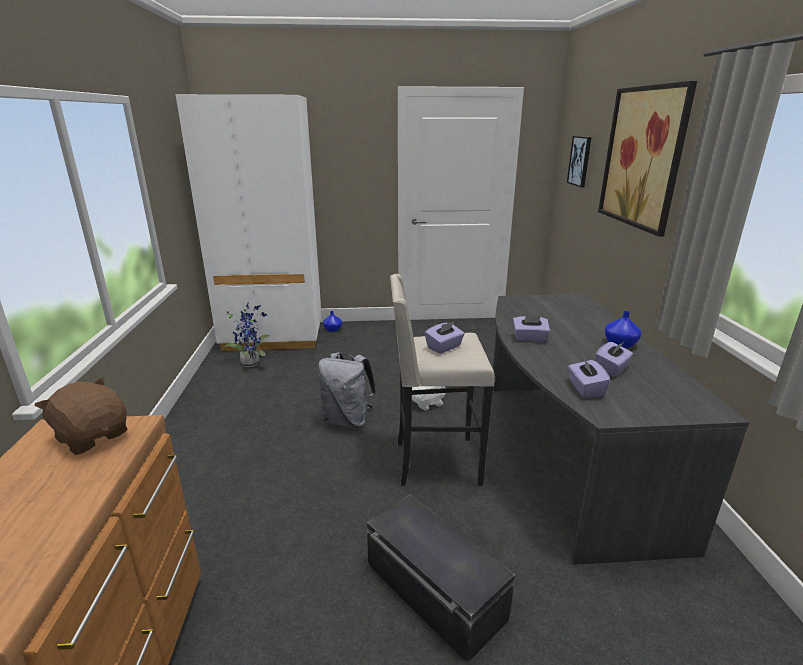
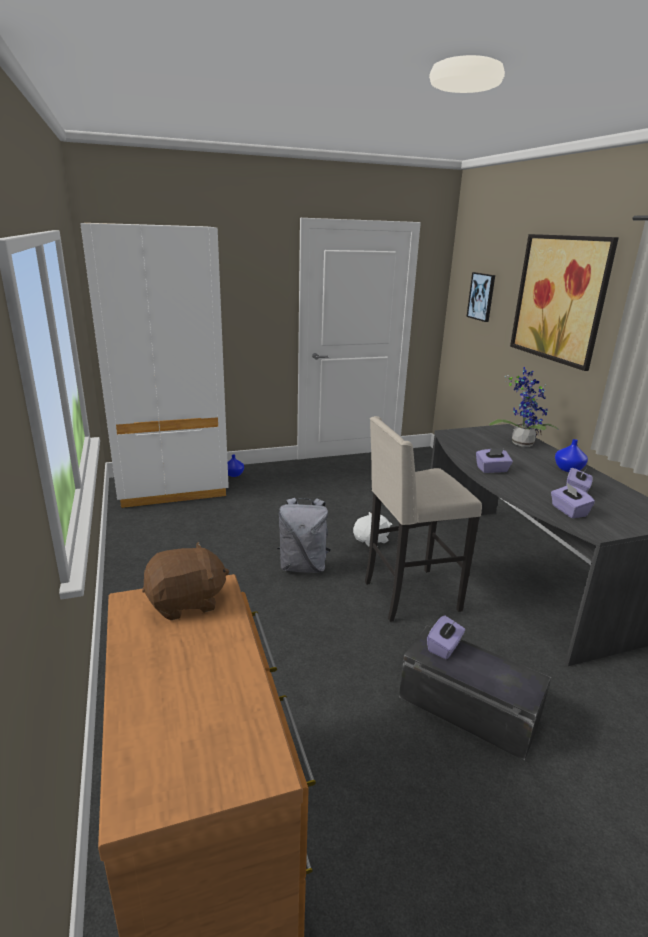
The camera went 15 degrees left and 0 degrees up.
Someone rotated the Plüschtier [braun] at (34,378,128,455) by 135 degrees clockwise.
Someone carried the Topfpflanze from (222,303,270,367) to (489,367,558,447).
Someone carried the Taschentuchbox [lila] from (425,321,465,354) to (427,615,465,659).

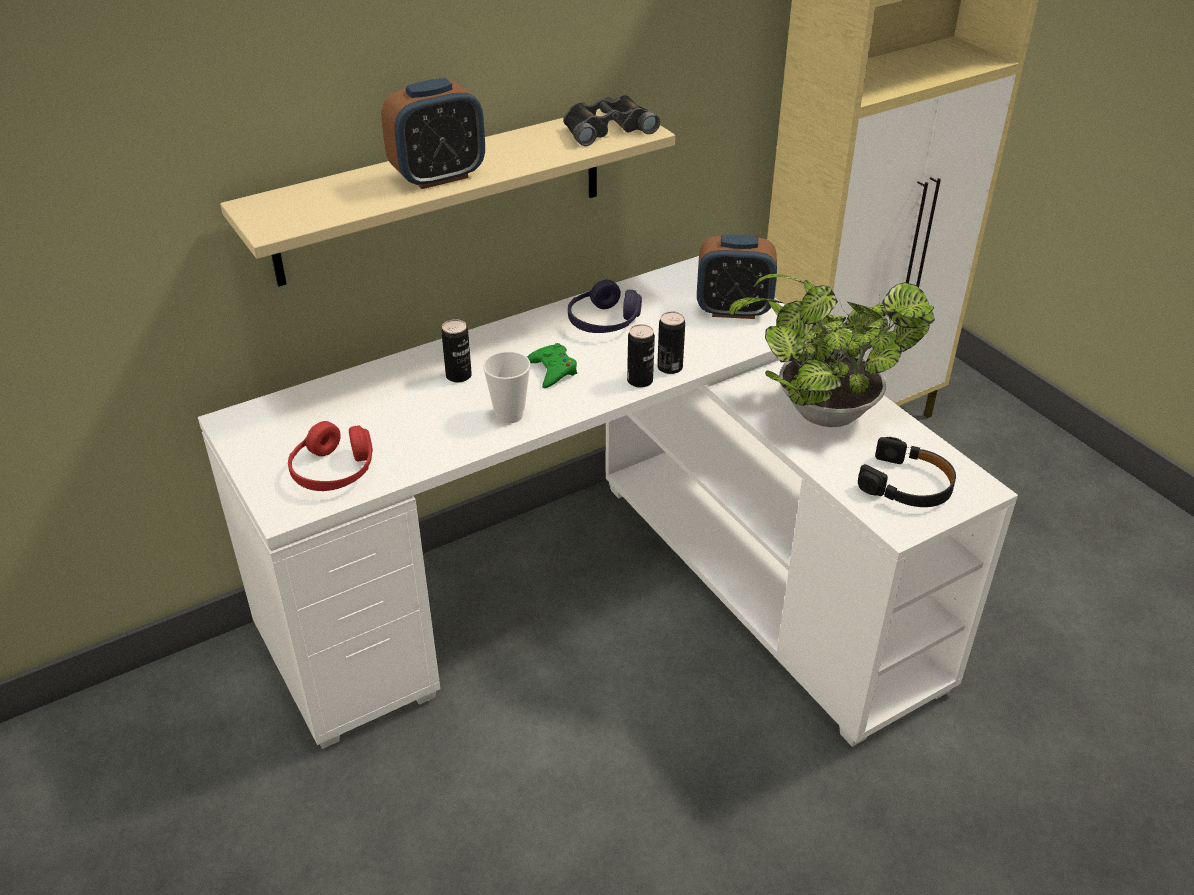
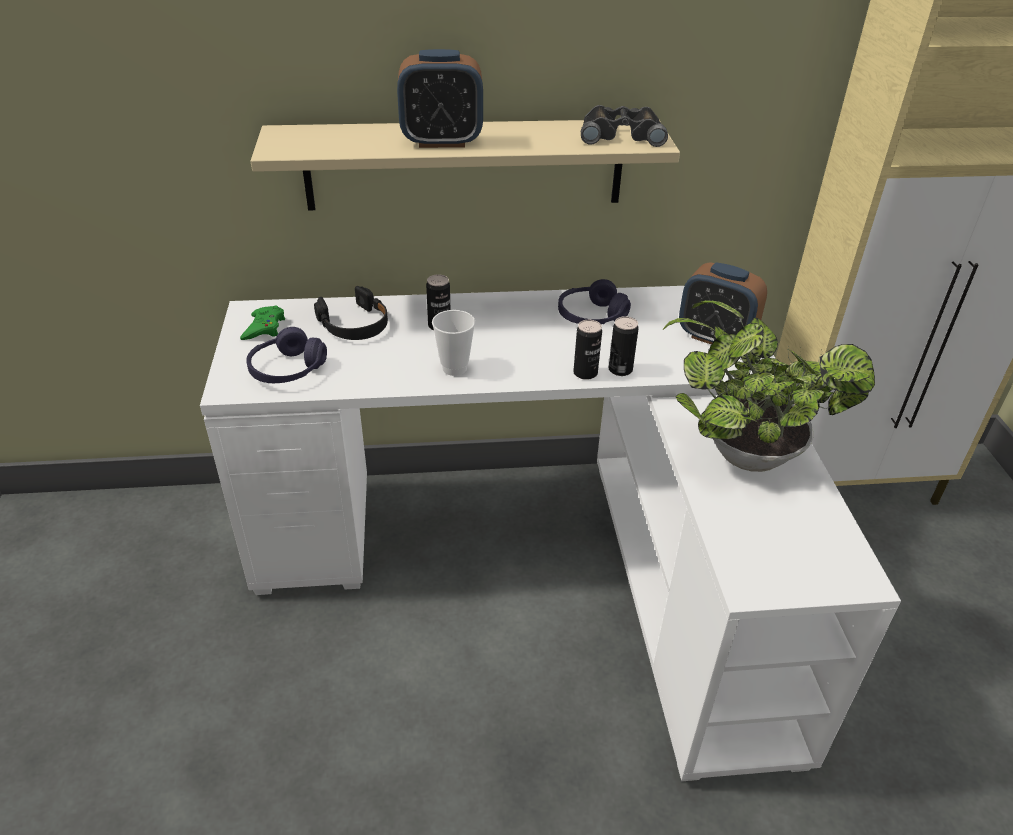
The camera went 25 degrees right and 0 degrees up.
Someone repainted the Kopfhörer [rot] at (288,421,373,491), which became the Kopfhörer [lila] at (246,327,327,383).
Someone carried the Gamepad [grün] from (527,343,577,388) to (240,306,285,340).
Someone carried the Kopfhörer [schwarz] from (858,437,956,507) to (314,286,388,340).

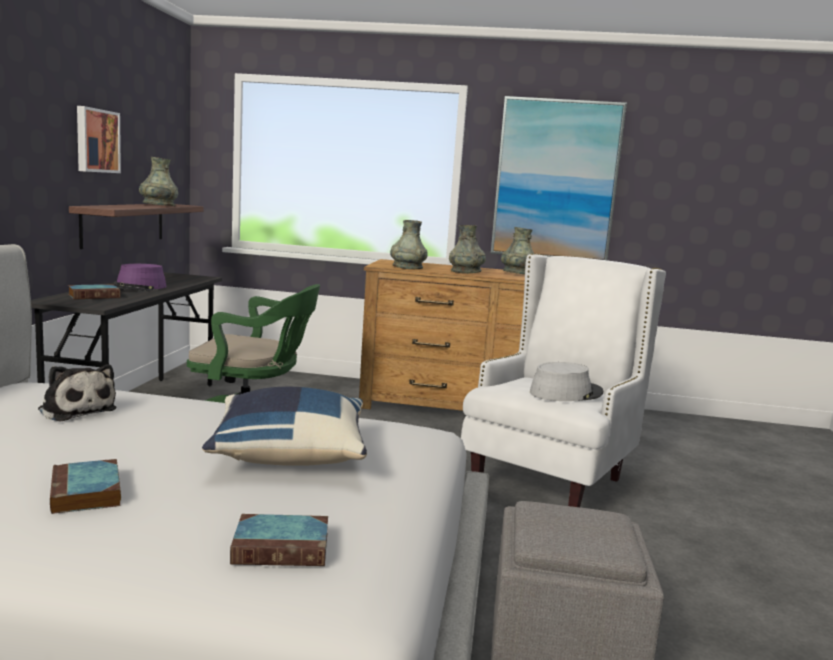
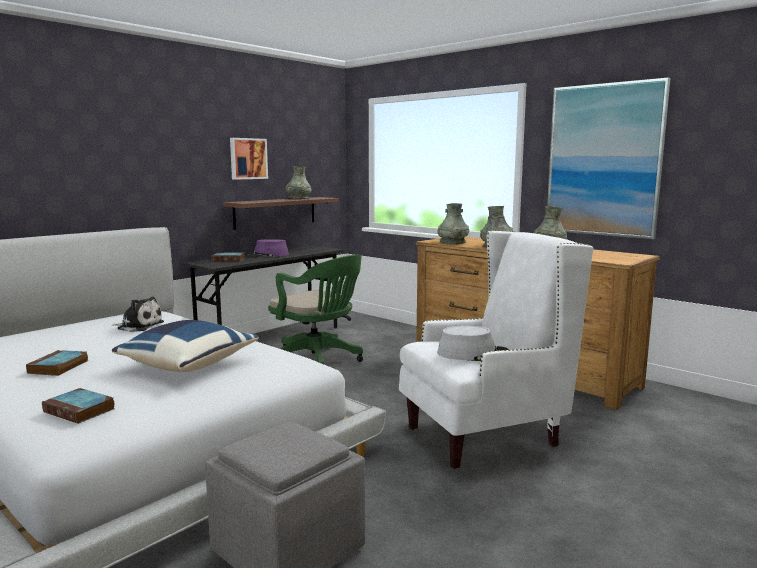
The camera went 35 degrees right and 0 degrees up.
Someone rotated the Plüschtier at (38,364,117,421) by 60 degrees counterclockwise.

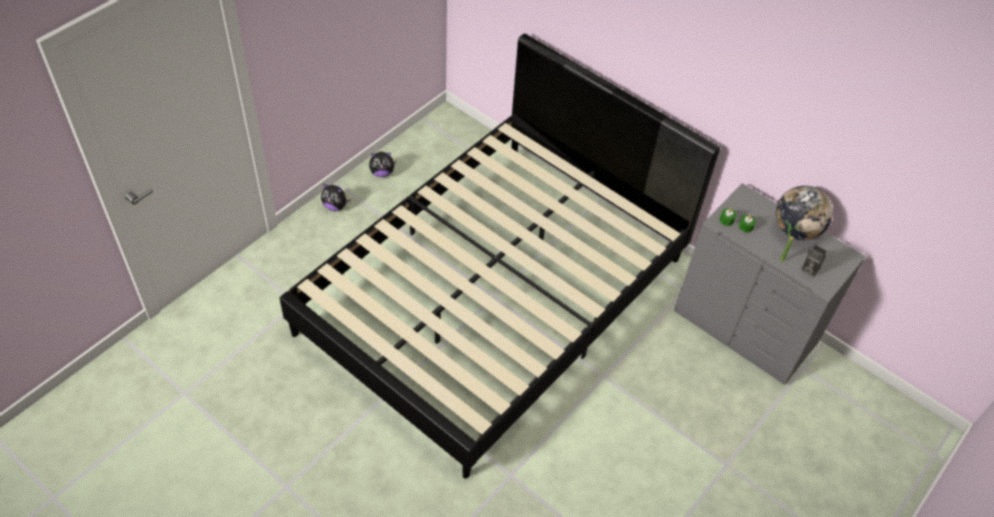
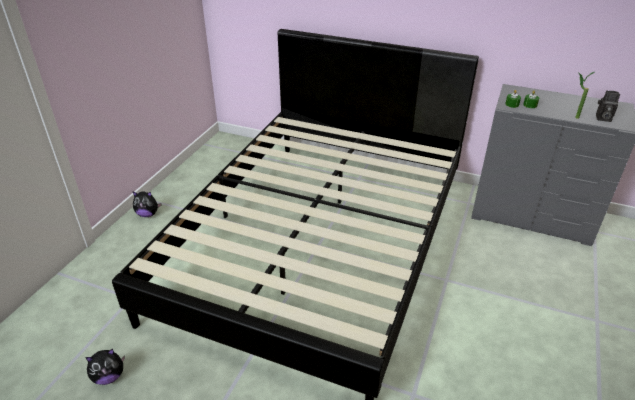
The camera went 15 degrees left and 15 degrees down.
Someone carried the Plüschtier from (369,152,396,177) to (85,349,125,385).
Someone took away the Globus at (776,186,833,240).

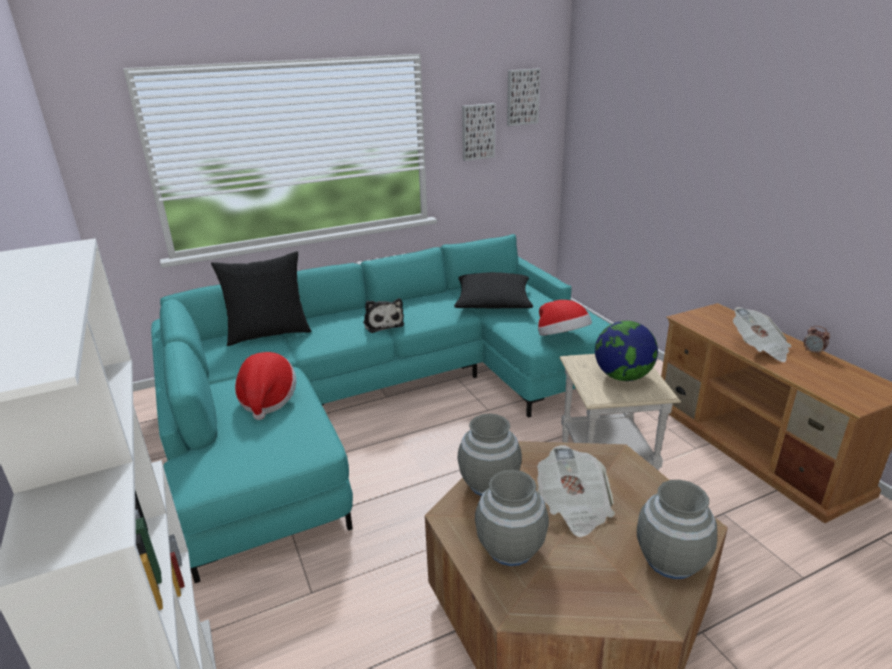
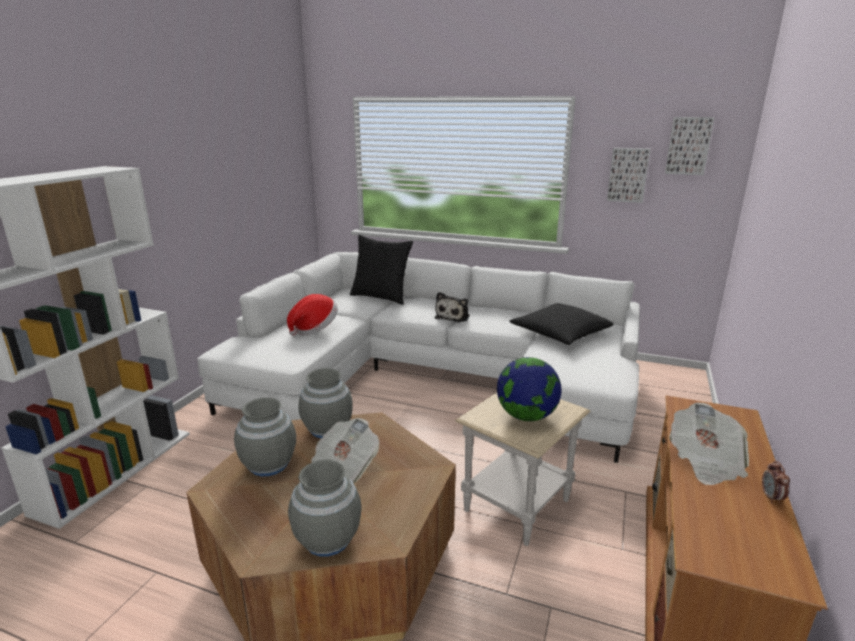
The camera went 45 degrees right and 5 degrees down.
Someone repainted the Sofa [türkis] at (151,234,611,583), which became the Sofa [weiß] at (198,252,640,463).
Someone took away the Hut at (538,300,592,335).

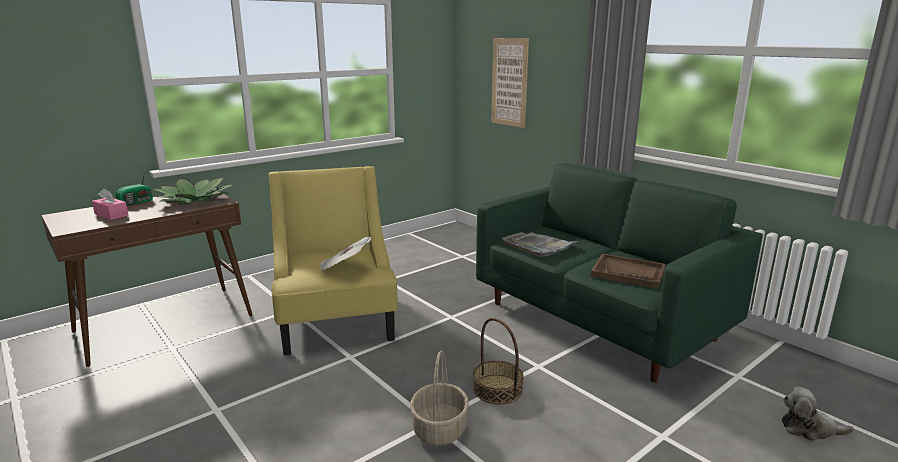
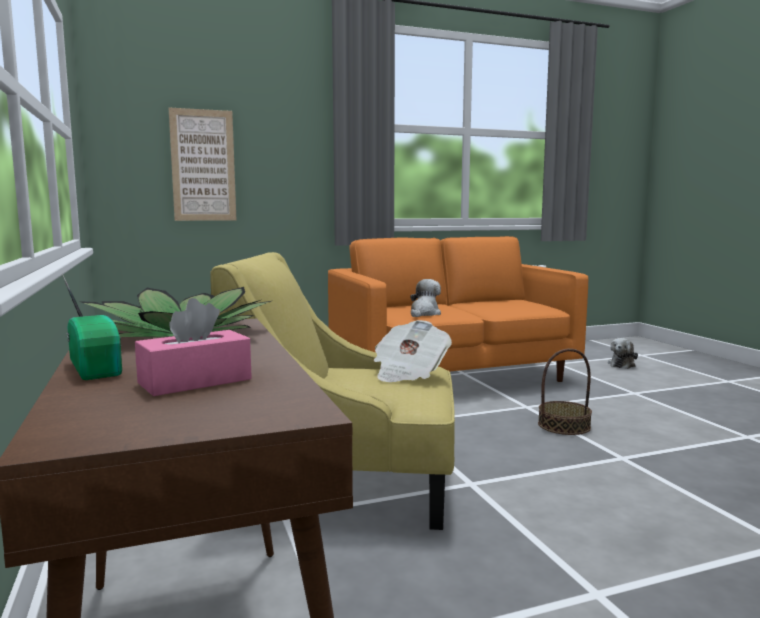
The camera went 70 degrees left and 10 degrees down.
Someone took away the Korb at (410,351,469,446).
Someone repainted the Sofa [grün] at (476,163,763,383), which became the Sofa [orange] at (328,236,589,382).
Someone swapped the Tablett [grau] at (502,232,578,257) for the Plüschtier at (410,279,441,317).
Someone took away the Tablett [braun] at (590,254,666,289).

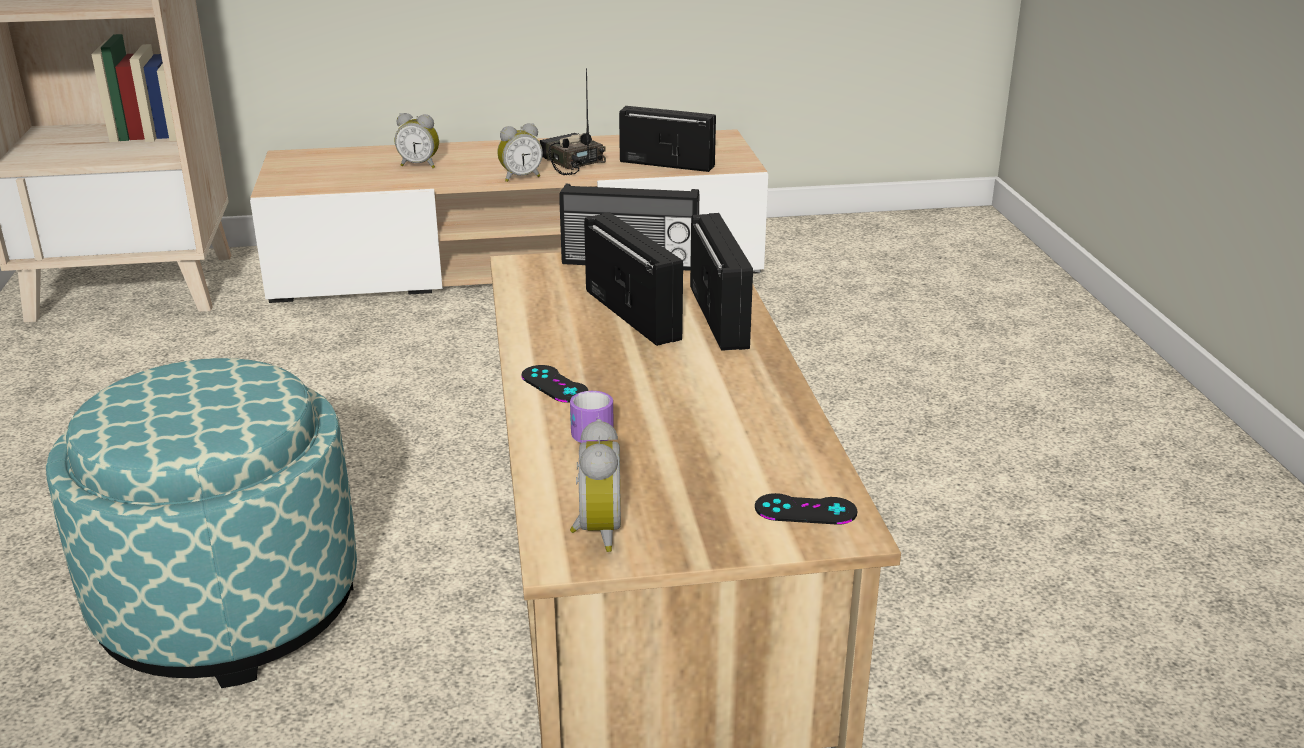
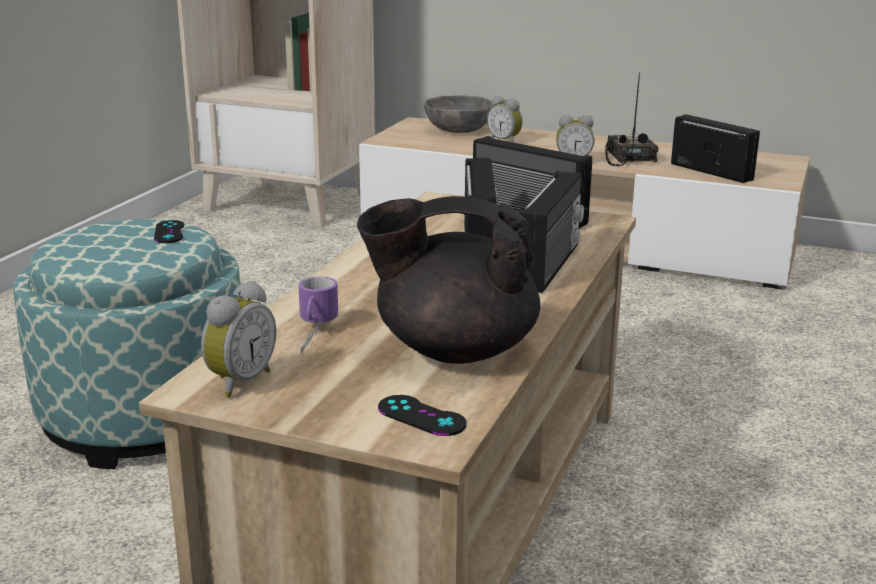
The camera went 30 degrees right and 5 degrees down.
Someone carried the Gamepad [schwarz] from (521,365,588,403) to (154,220,184,243).
Someone put down the Teekanne [schwarz] at (357,196,541,364).
Someone put down the Schüssel [grau] at (424,95,493,133).

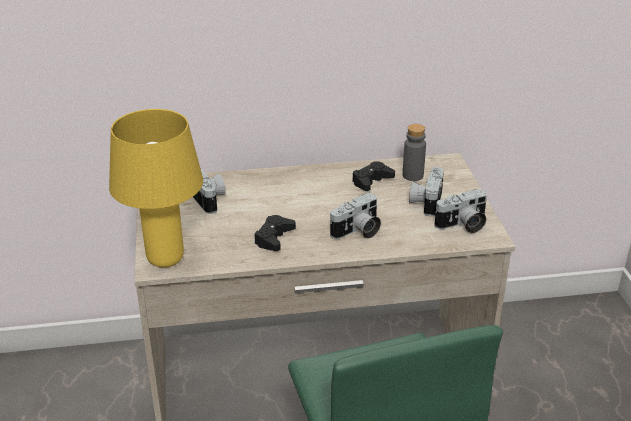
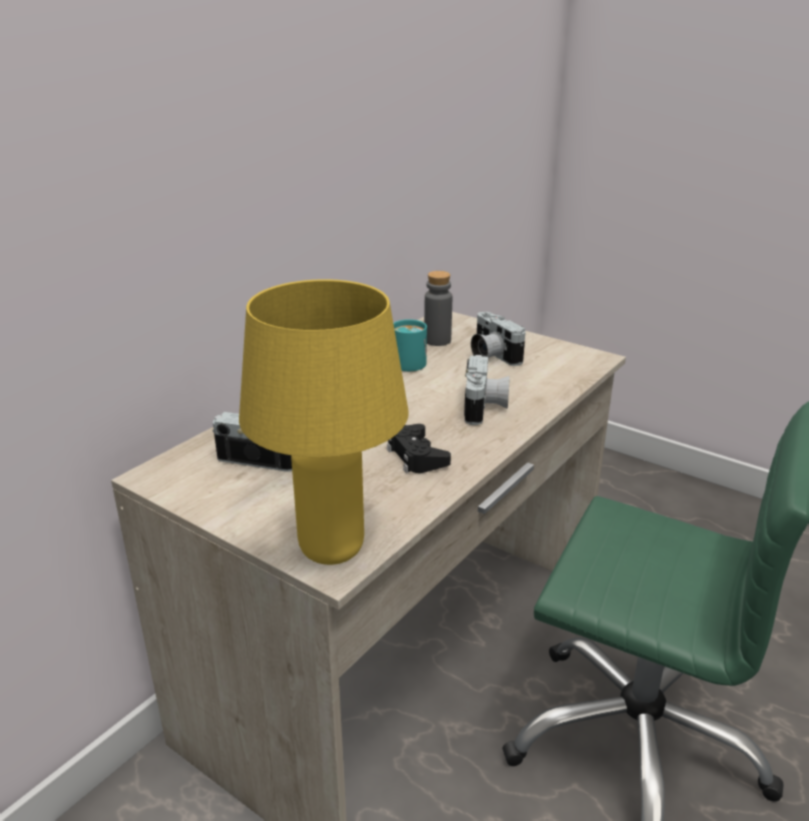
The camera went 45 degrees left and 5 degrees down.
Someone swapped the Gamepad [schwarz] at (352,161,395,191) for the Henkelbecher [türkis] at (393,319,427,371).
Someone took away the Kamera at (434,189,487,233).

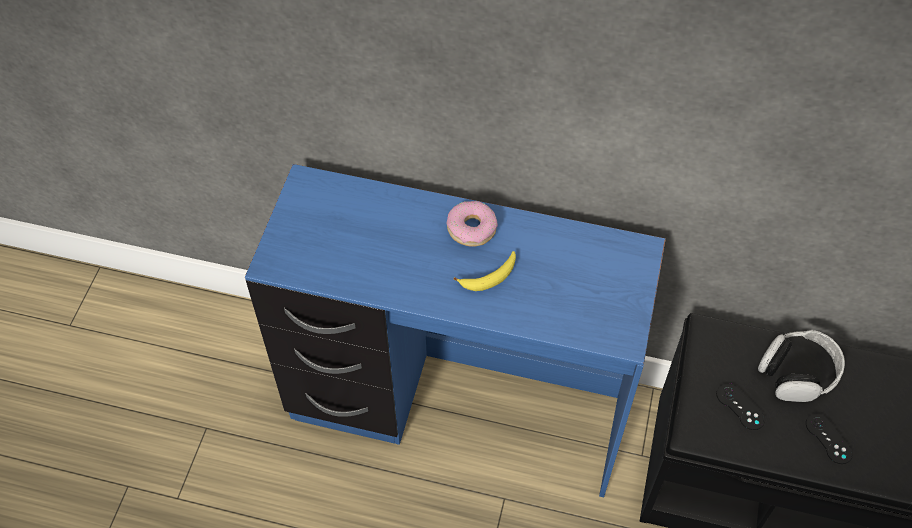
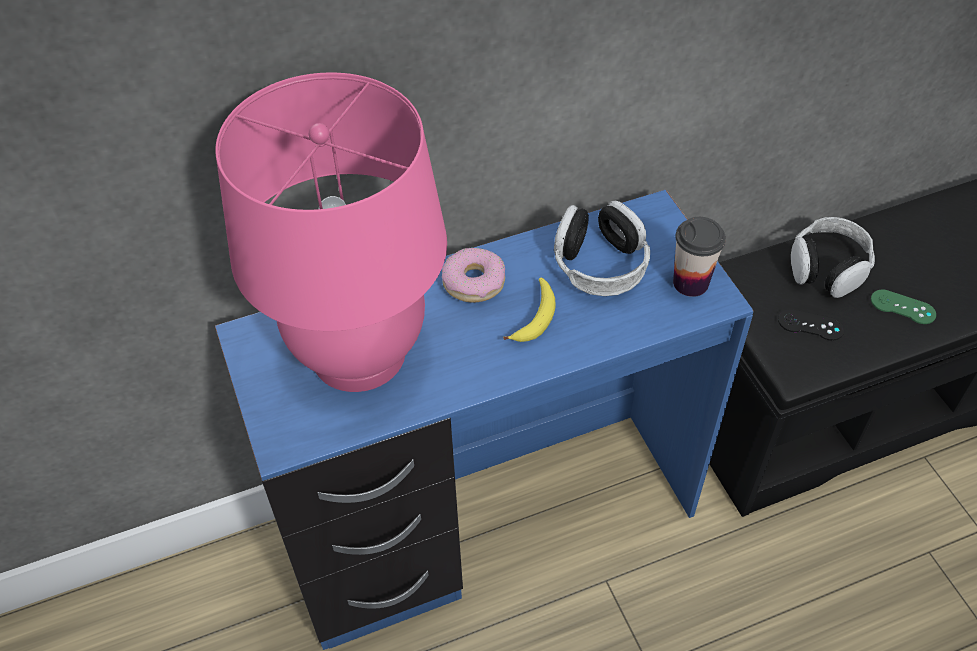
The camera went 35 degrees left and 5 degrees down.
Someone repainted the Gamepad [schwarz] at (806,413,853,464), which became the Gamepad [grün] at (871,290,936,324).
Someone put down the Tischlampe [rosa] at (215,73,447,392).
Someone put down the Kopfhörer at (554,200,650,296).
Someone put down the Tasse at (673,217,726,297).

